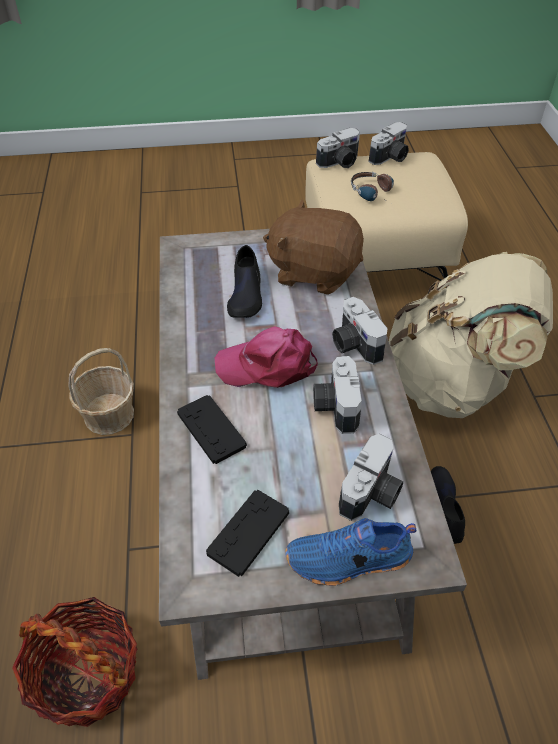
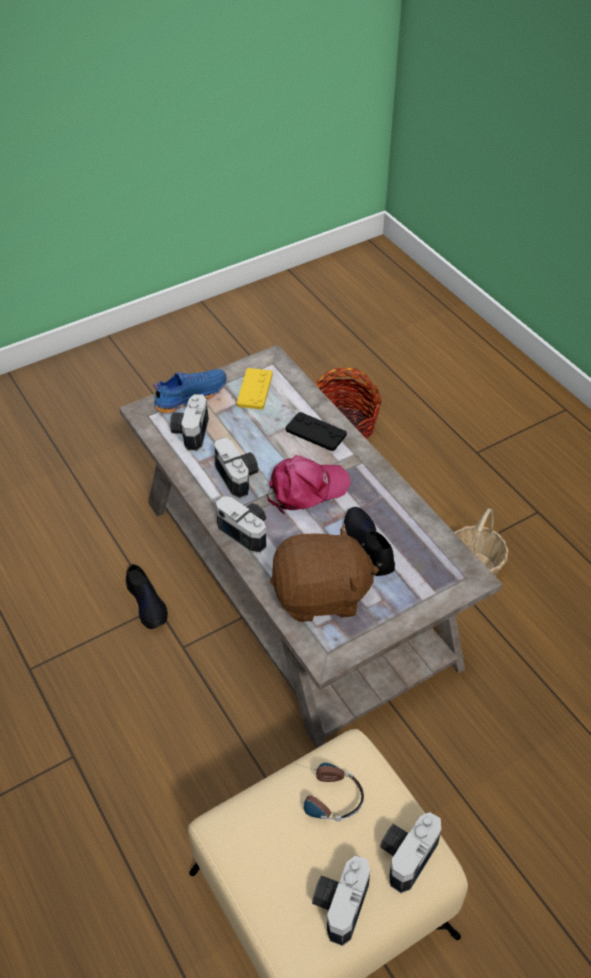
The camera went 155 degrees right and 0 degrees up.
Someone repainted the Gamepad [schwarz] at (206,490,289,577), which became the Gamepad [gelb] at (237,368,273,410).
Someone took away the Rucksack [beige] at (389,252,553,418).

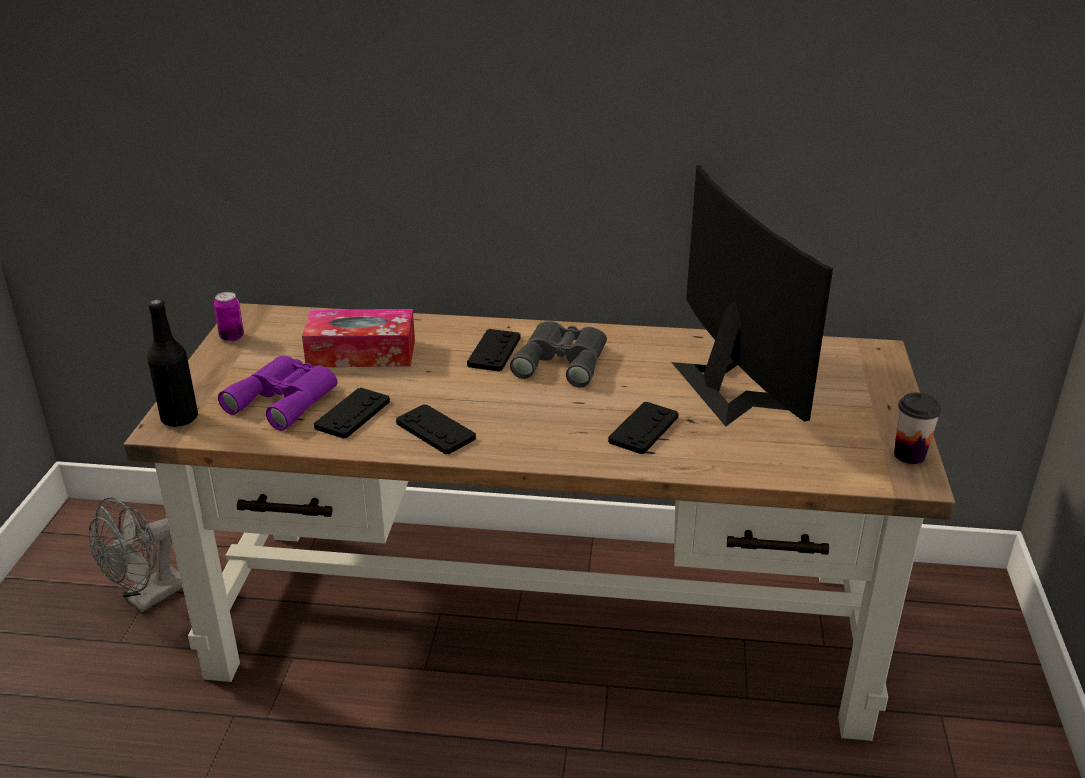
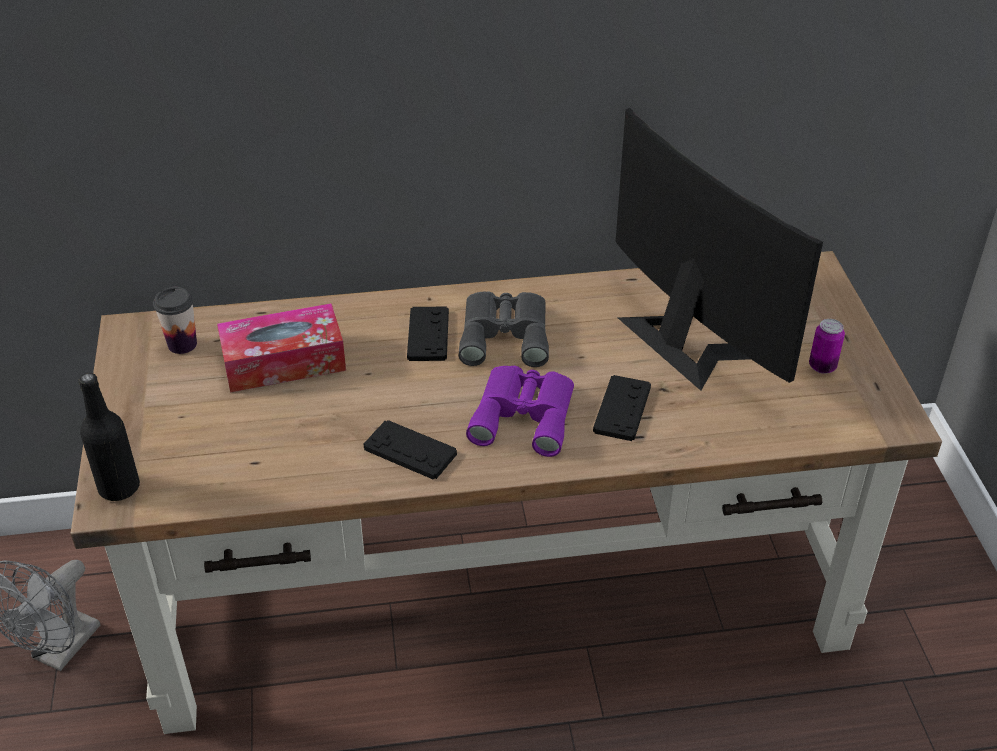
The camera went 15 degrees left and 10 degrees up.
Someone carried the Dose from (214,292,244,342) to (809,319,845,374).
Someone carried the Fernglas [lila] from (218,356,338,431) to (466,366,574,457).
Someone took away the Gamepad [schwarz] at (314,388,390,439).
Someone carried the Tasse from (894,393,942,464) to (153,287,197,354).

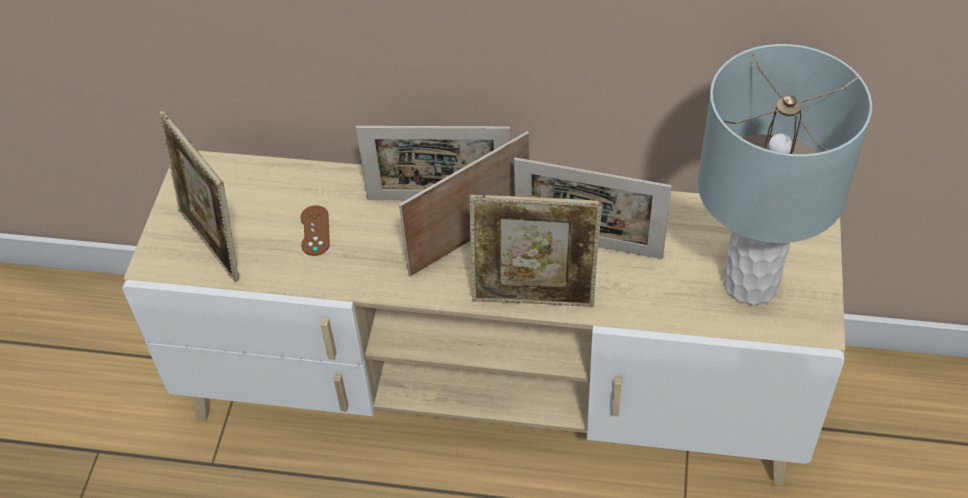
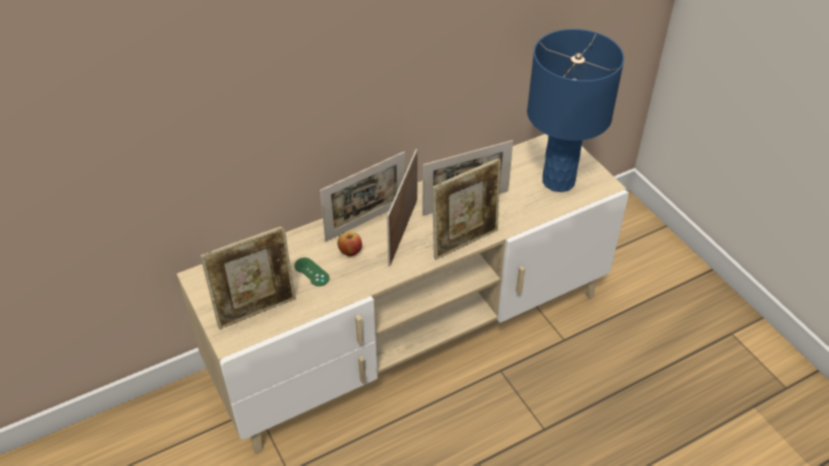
The camera went 40 degrees left and 5 degrees down.
Someone rotated the Bilderrahmen at (159,111,239,282) by 45 degrees counterclockwise.
Someone repainted the Gamepad [braun] at (300,205,330,256), which became the Gamepad [grün] at (294,258,330,286).
Someone repainted the Tischlampe [grau] at (698,44,872,305), which became the Tischlampe [blau] at (527,29,624,192).
Someone put down the Apfel at (337,232,362,256).

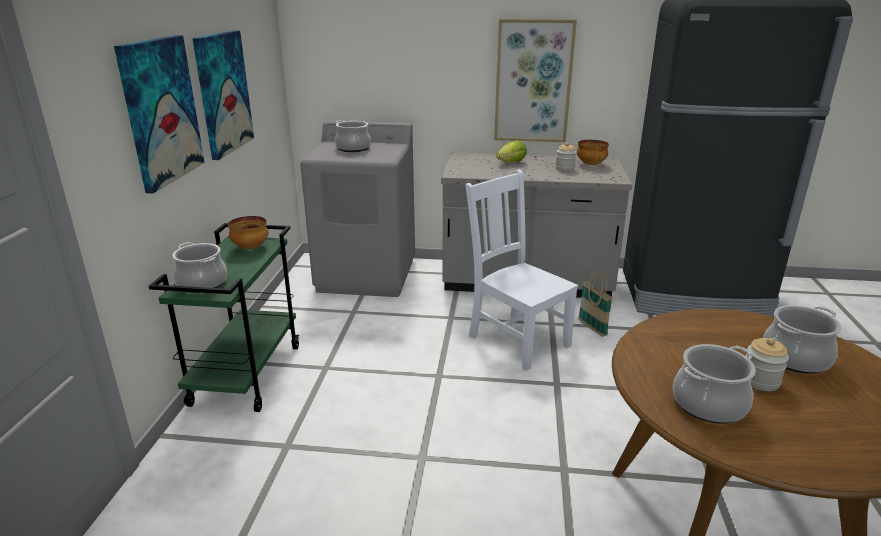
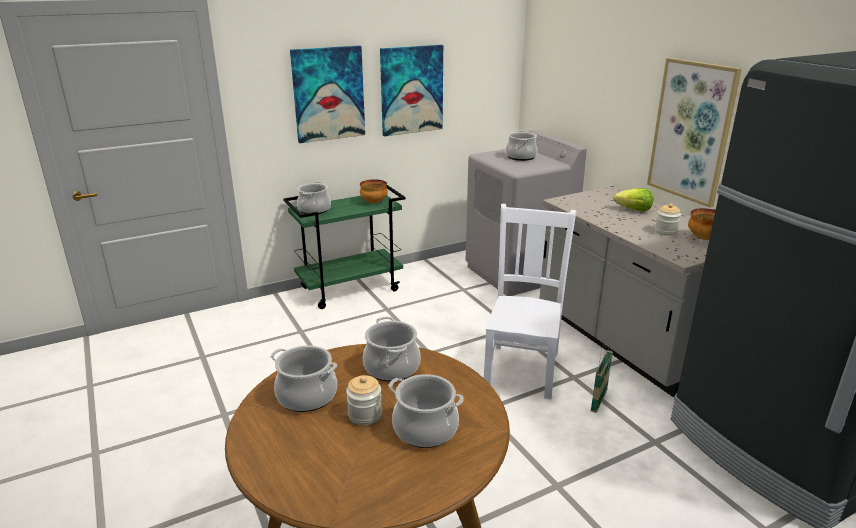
The camera went 55 degrees right and 0 degrees up.
Someone put down the Kochtopf at (363,316,421,381).

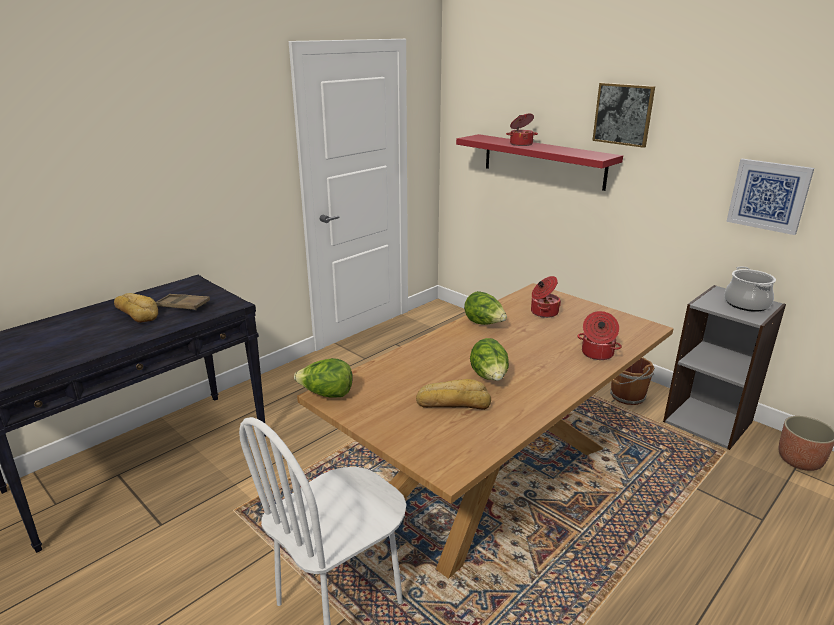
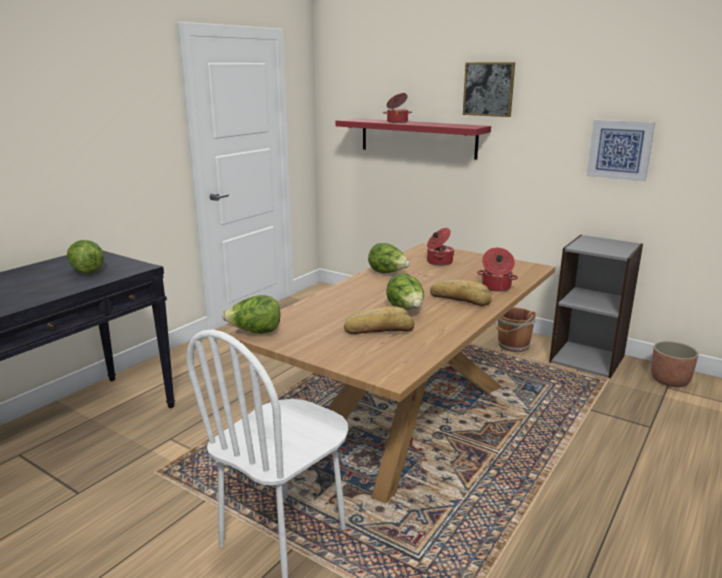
The camera went 10 degrees left and 5 degrees down.
Someone carried the Brot from (114,293,158,323) to (430,280,492,306).
Someone swapped the Tablett [braun] at (156,294,210,310) for the Salatkopf at (67,240,104,274).
Someone took away the Kochtopf at (724,267,776,312).

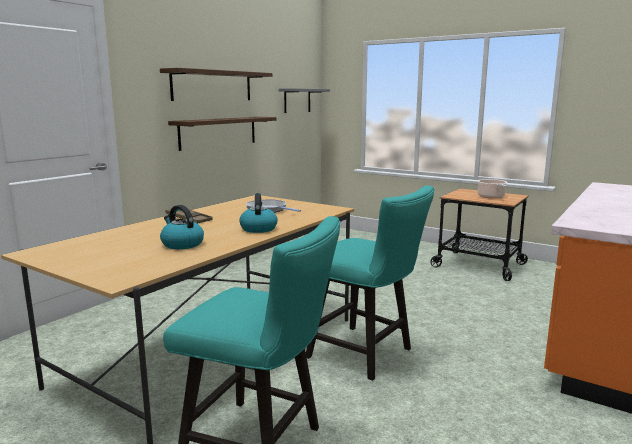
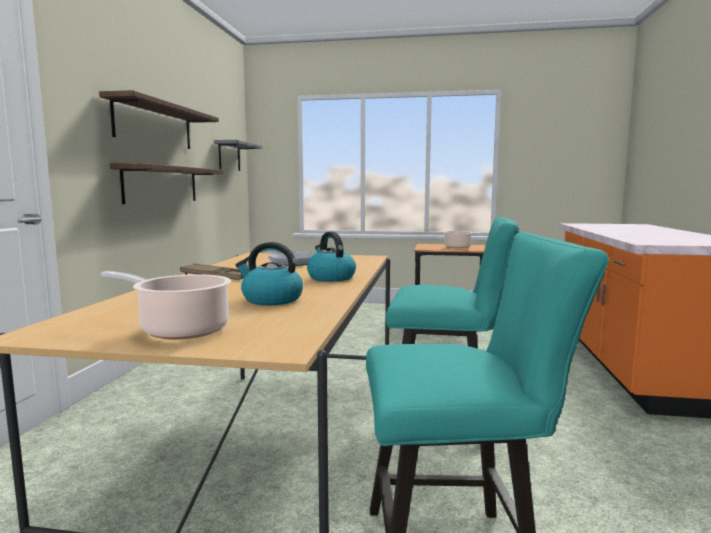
The camera went 25 degrees left and 5 degrees down.
Someone put down the Kochtopf at (101,271,231,340).

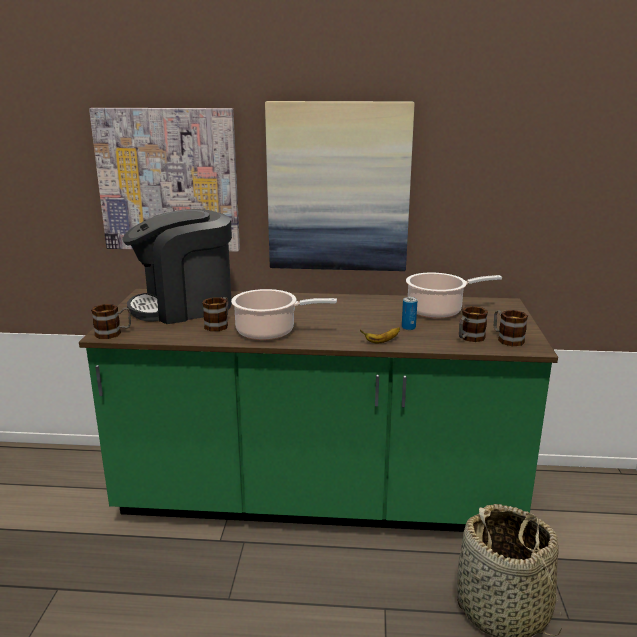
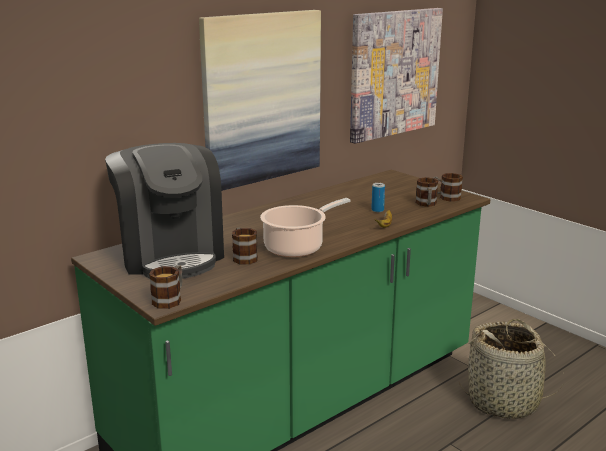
The camera went 45 degrees left and 0 degrees up.
Someone carried the Bild from (89,108,240,252) to (350,8,443,144).
Someone rotated the Kaffeemaschine at (123,209,232,324) by 45 degrees counterclockwise.
Someone took away the Kochtopf at (406,273,502,319).

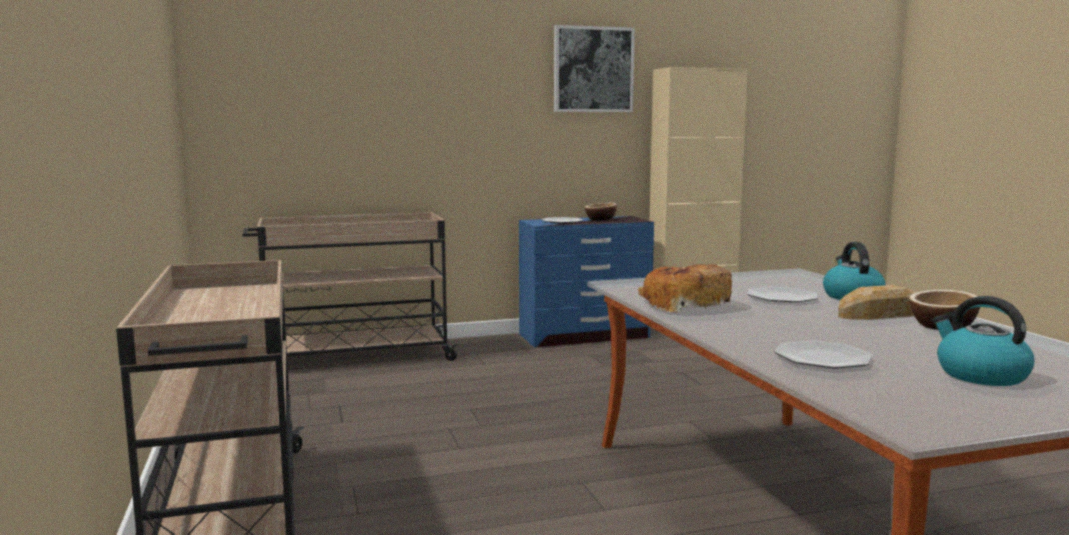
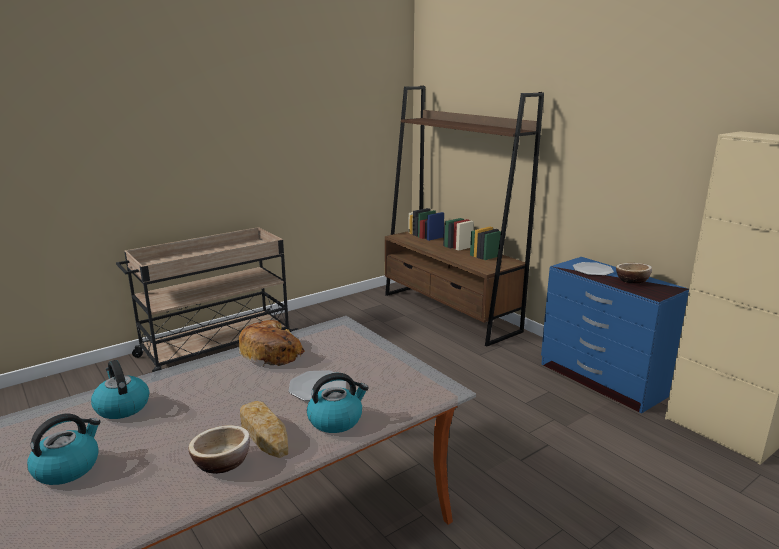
The camera went 70 degrees right and 10 degrees up.
Someone swapped the Rollwagen [beige] at (242,212,458,361) for the Bücherregal [braun] at (385,86,544,346).
Someone took away the Bild at (554,25,635,112).
Someone swapped the Teller at (774,341,873,369) for the Wasserkessel at (91,360,149,419).

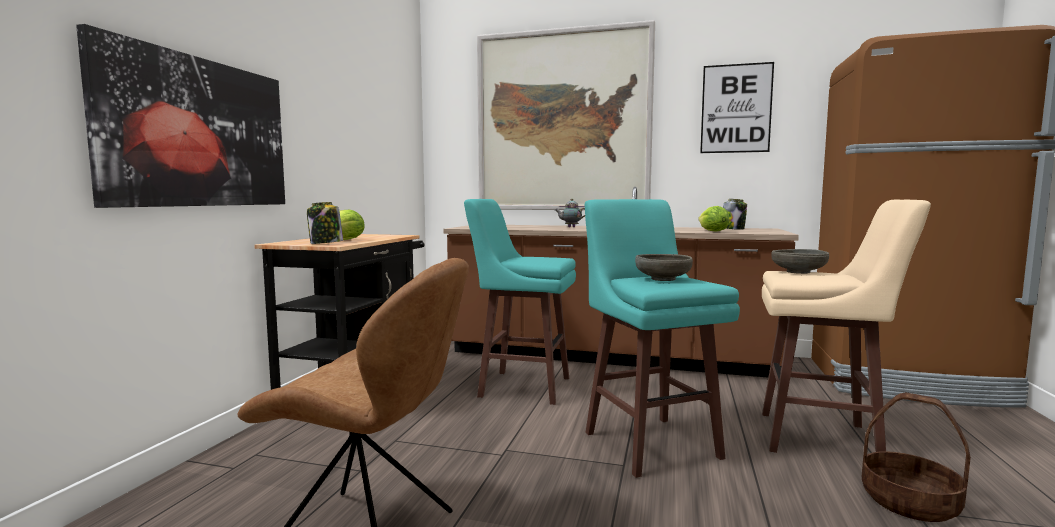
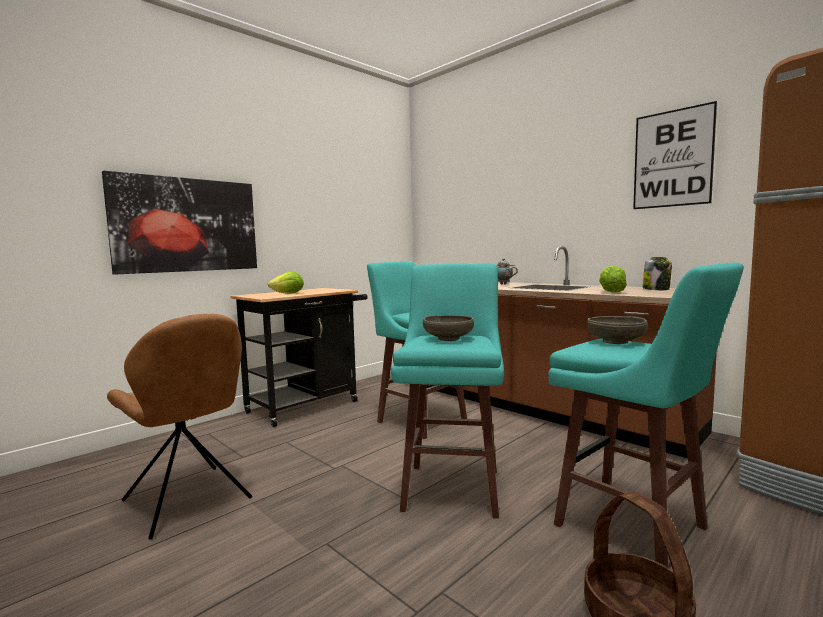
The camera went 30 degrees right and 0 degrees up.
Someone took away the Vorratsglas at (307,202,343,244).
Someone took away the Bild at (477,20,655,210).
Someone repainted the Hocker [beige] at (762,200,931,453), which became the Hocker [türkis] at (548,263,744,568).

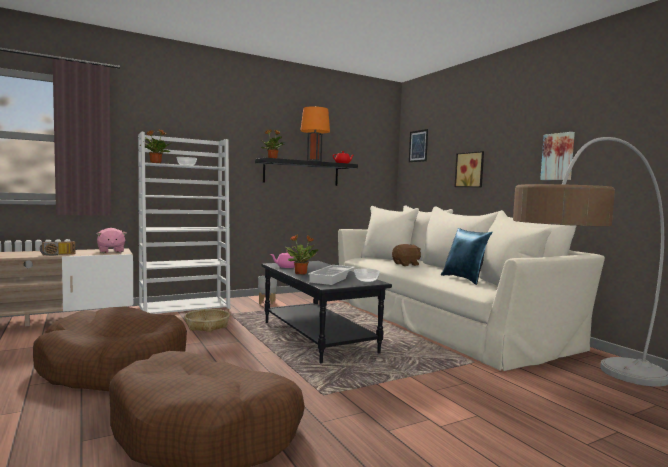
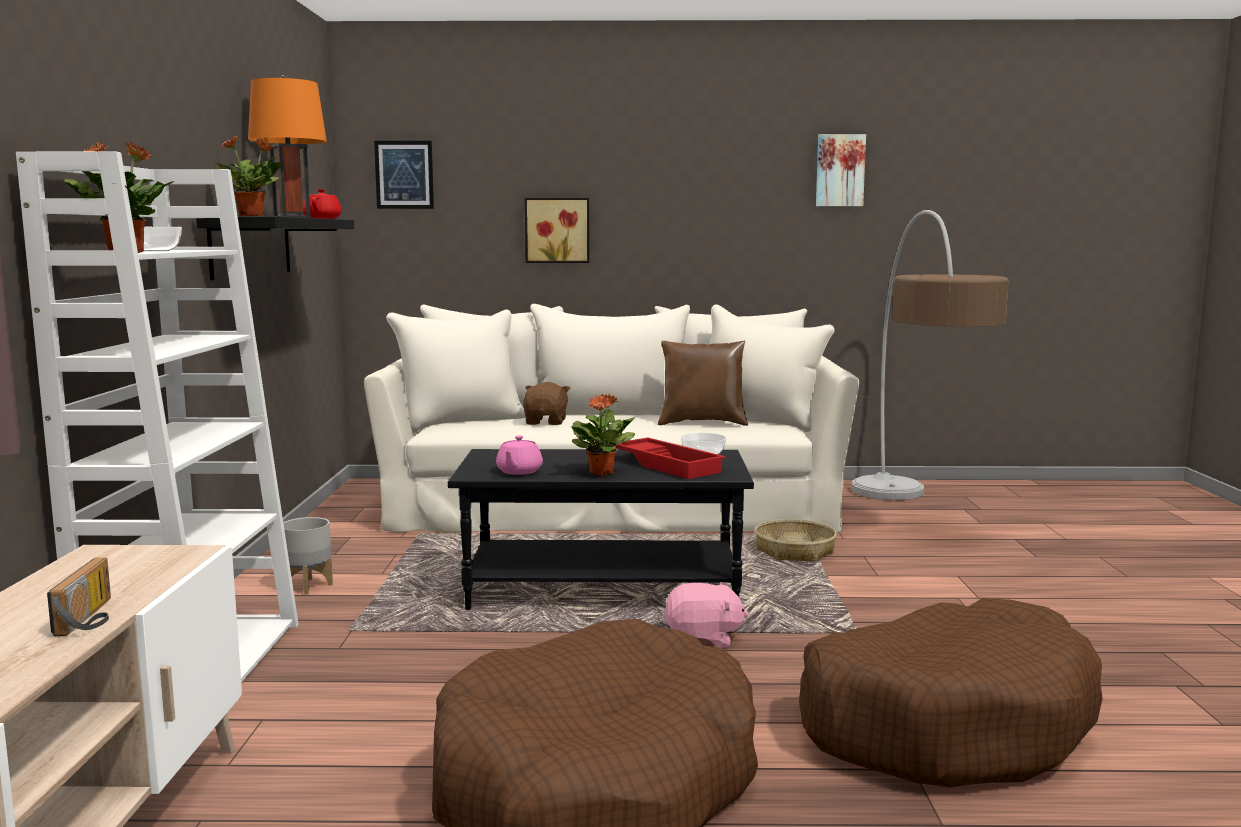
The camera went 60 degrees left and 5 degrees up.
Someone carried the Plüschtier [rosa] from (96,228,127,253) to (663,582,749,648).
Someone carried the Korb from (185,309,230,332) to (755,519,837,562).
Someone repainted the Tablett [weiß] at (308,265,355,285), which became the Tablett [rot] at (615,437,725,479).
Someone repainted the Kissen [blau] at (441,228,493,285), which became the Kissen [braun] at (658,340,748,426).
Someone carried the Bild from (540,132,575,180) to (816,134,866,206).

